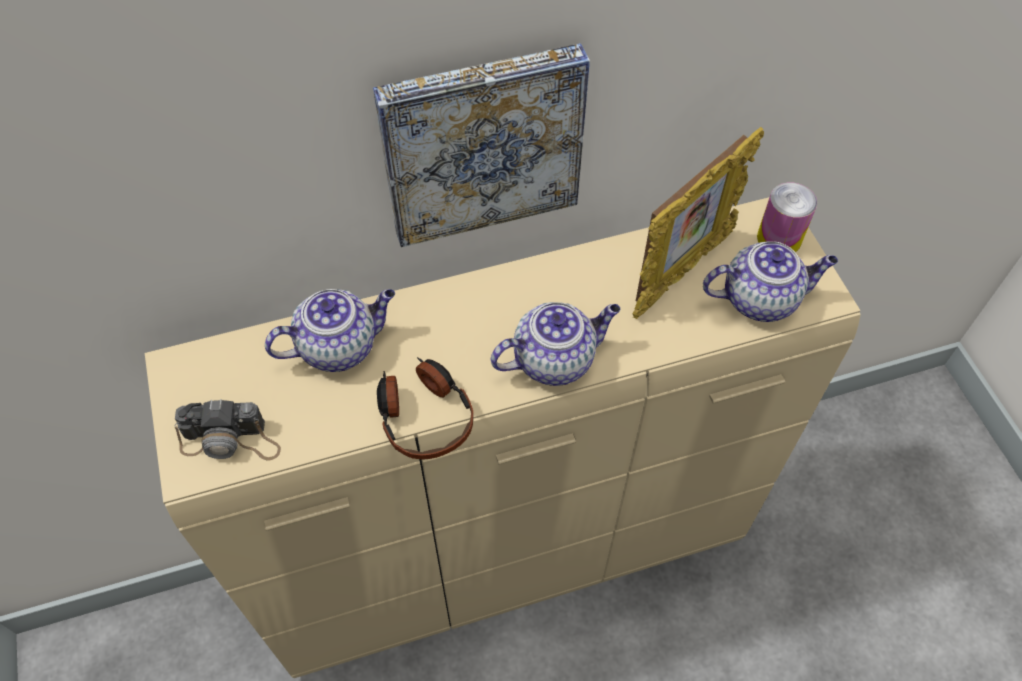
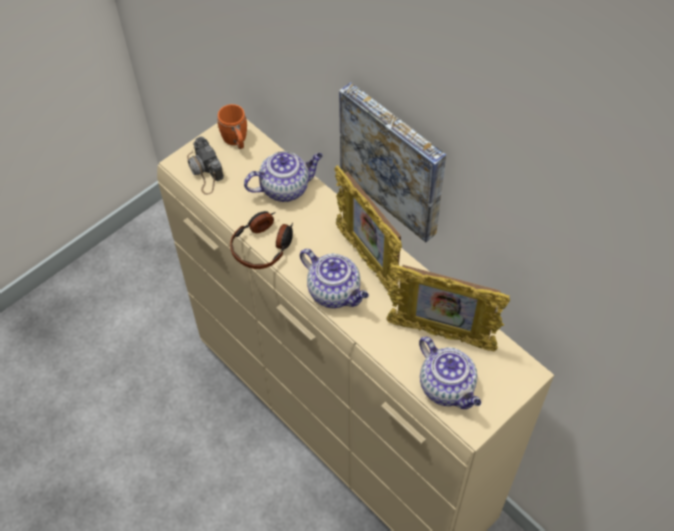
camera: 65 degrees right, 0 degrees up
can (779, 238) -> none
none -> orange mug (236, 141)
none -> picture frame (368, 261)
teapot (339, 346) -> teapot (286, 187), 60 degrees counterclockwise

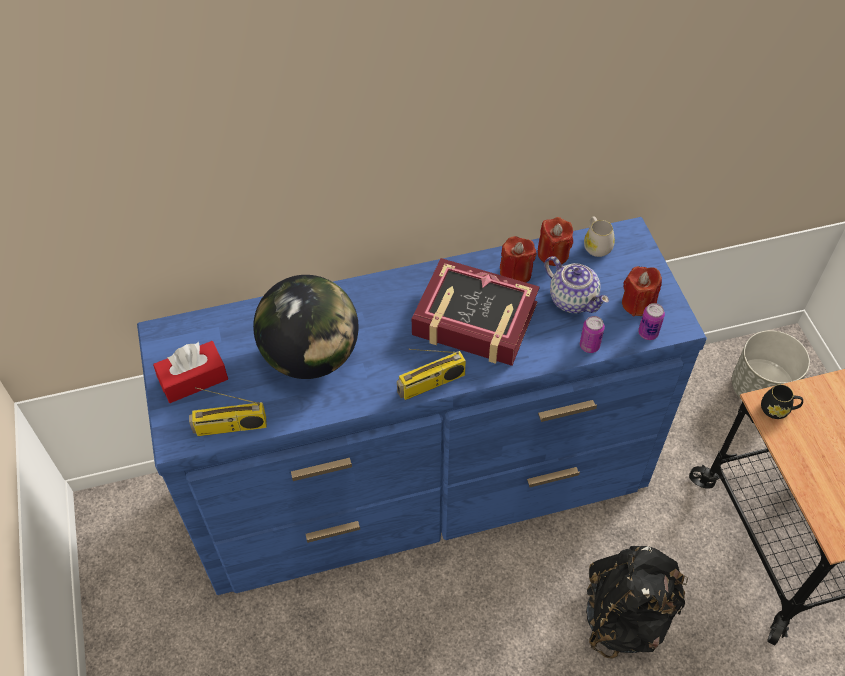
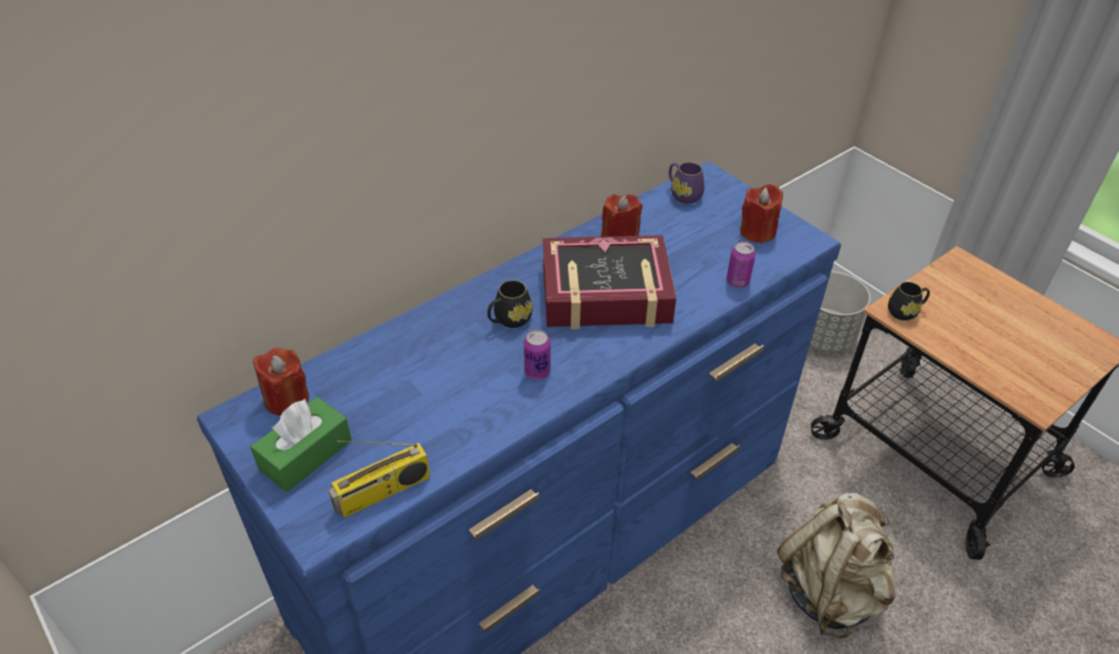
camera: 25 degrees left, 10 degrees down
globe (311, 356) -> none
radio (431, 384) -> none
teapot (572, 299) -> none
none -> black mug (509, 320)
red candle (553, 254) -> red candle (287, 399), moved
can (648, 333) -> can (537, 372), moved
red tissue box (193, 379) -> green tissue box (305, 454)
white mug (596, 245) -> purple mug (683, 194)
black backpack (626, 616) -> beige backpack (830, 590)

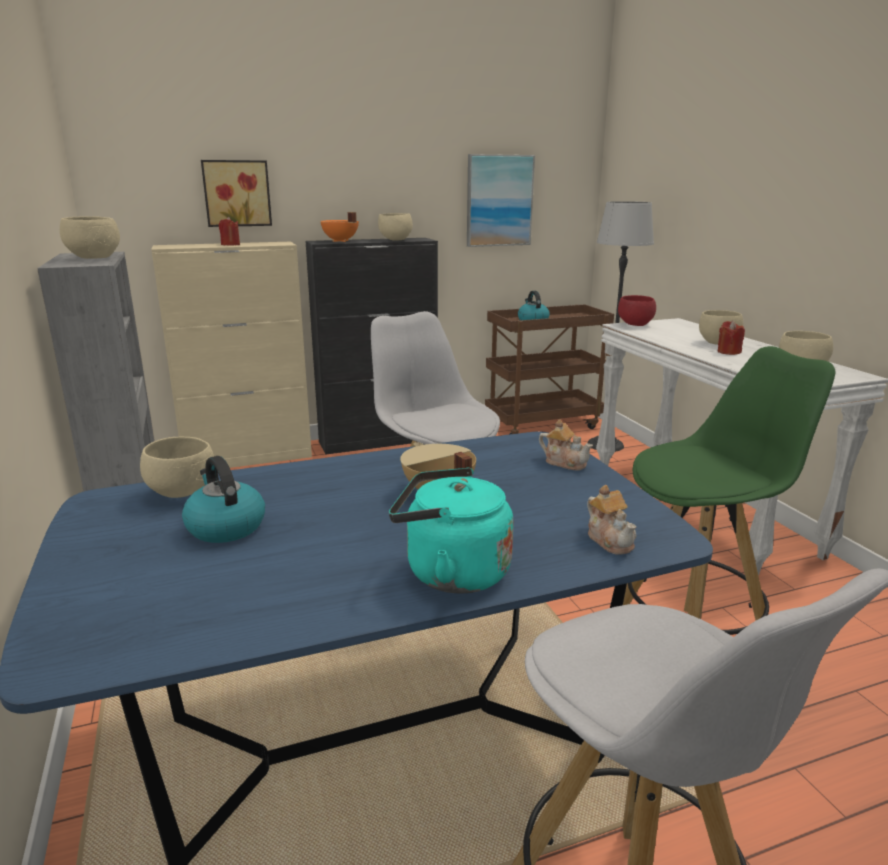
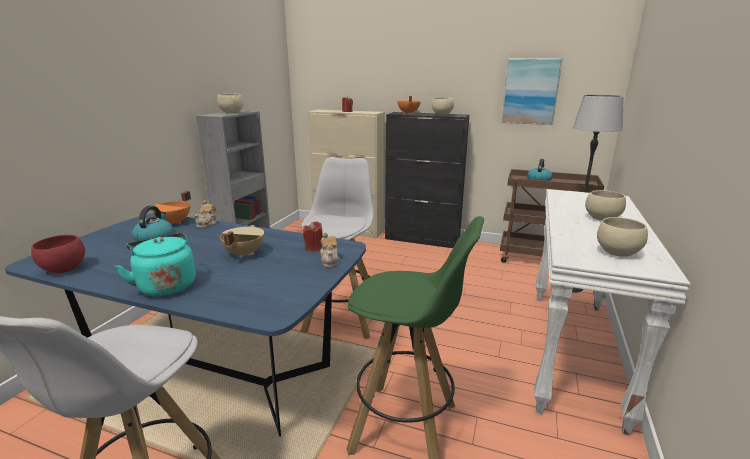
camera: 40 degrees right, 0 degrees up
picture (237, 193) -> none
teapot (610, 540) -> teapot (207, 224), moved
red bowl (636, 325) -> red bowl (64, 269), moved
red candle (728, 352) -> red candle (314, 248), moved
beige bowl (183, 492) -> orange cooking pot (175, 222)

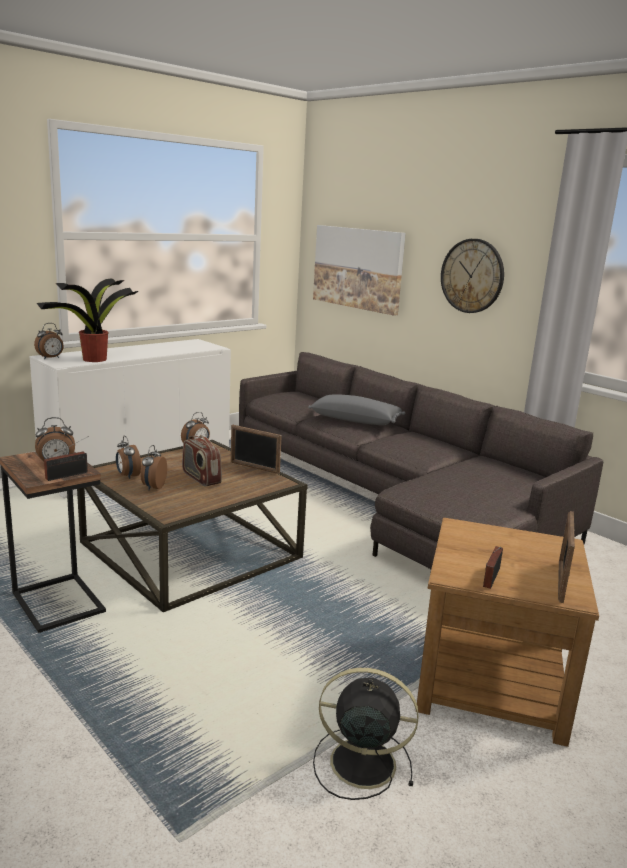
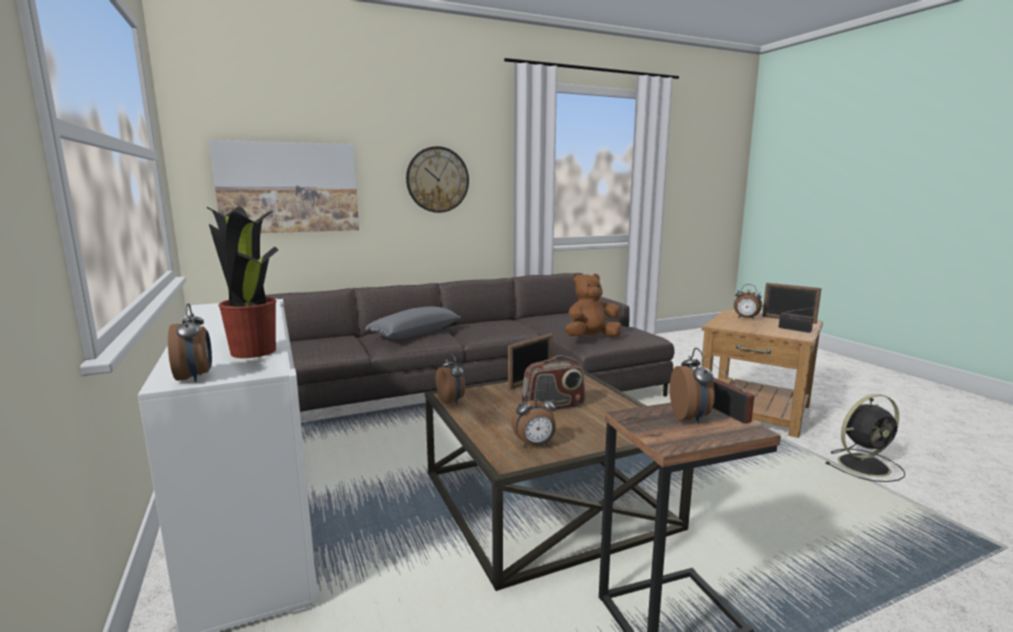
camera: 70 degrees left, 5 degrees down
none -> brown plush toy (591, 338)
alarm clock (153, 487) -> alarm clock (746, 318), moved
black fan (359, 762) -> black fan (865, 465), 135 degrees counterclockwise

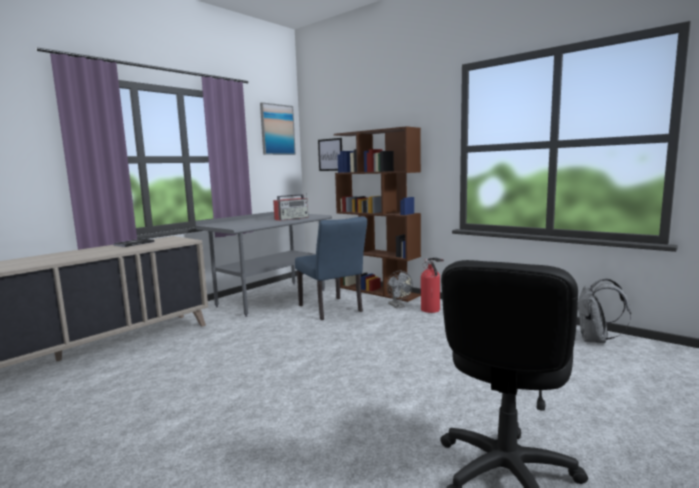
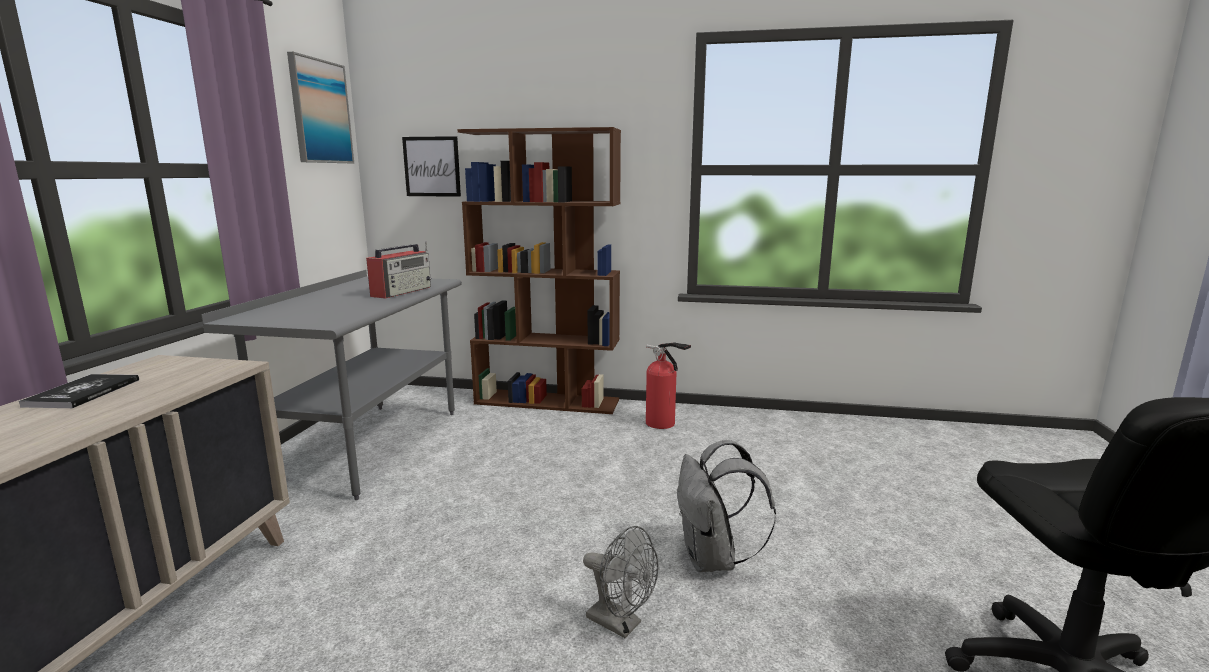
camera: 30 degrees left, 5 degrees up
blue chair (332, 310) -> none
grey fan (398, 306) -> grey fan (621, 624), moved
grey backpack (596, 340) -> grey backpack (713, 560), moved

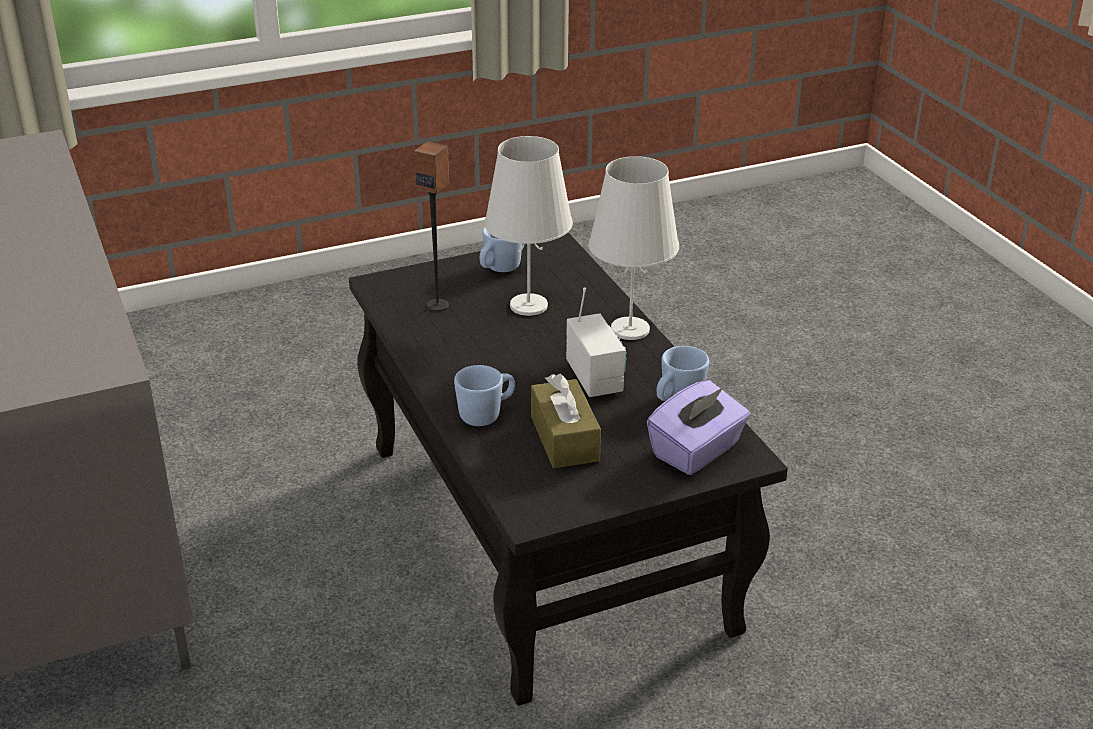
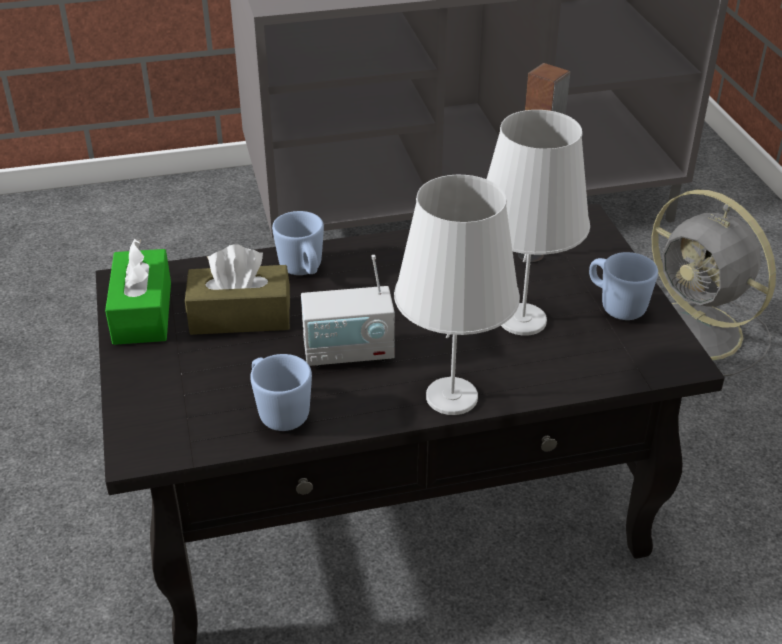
camera: 100 degrees right, 5 degrees up
purple tissue box (697, 451) -> none
none -> green tissue box (142, 312)
none -> grey fan (698, 333)

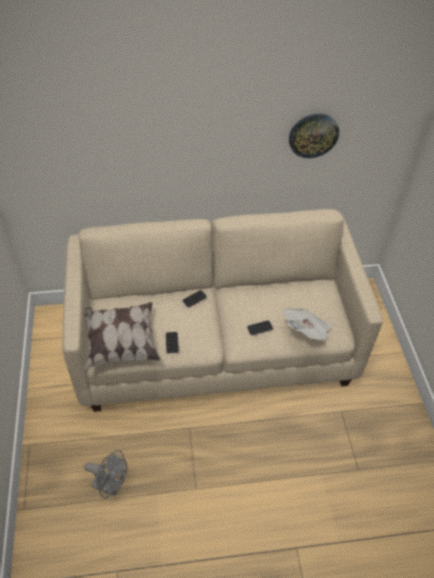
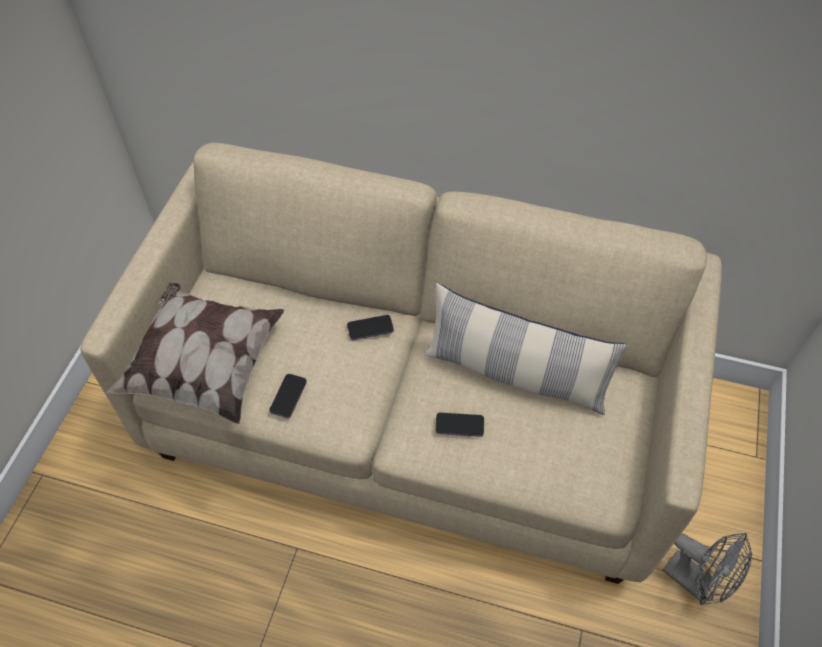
camera: 25 degrees right, 5 degrees up
newspaper (307, 331) -> none
wall clock (313, 135) -> none
none -> pillow (515, 374)
grey fan (111, 485) -> grey fan (695, 582), moved

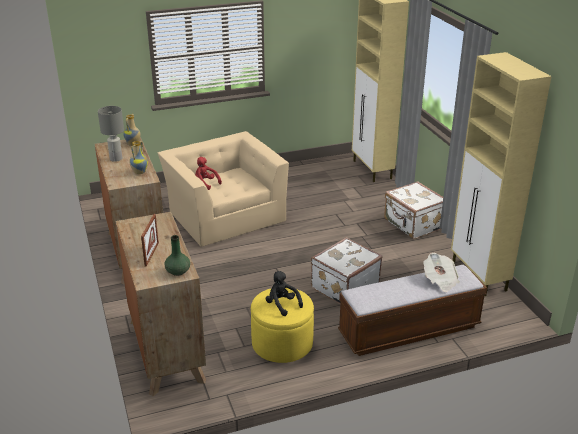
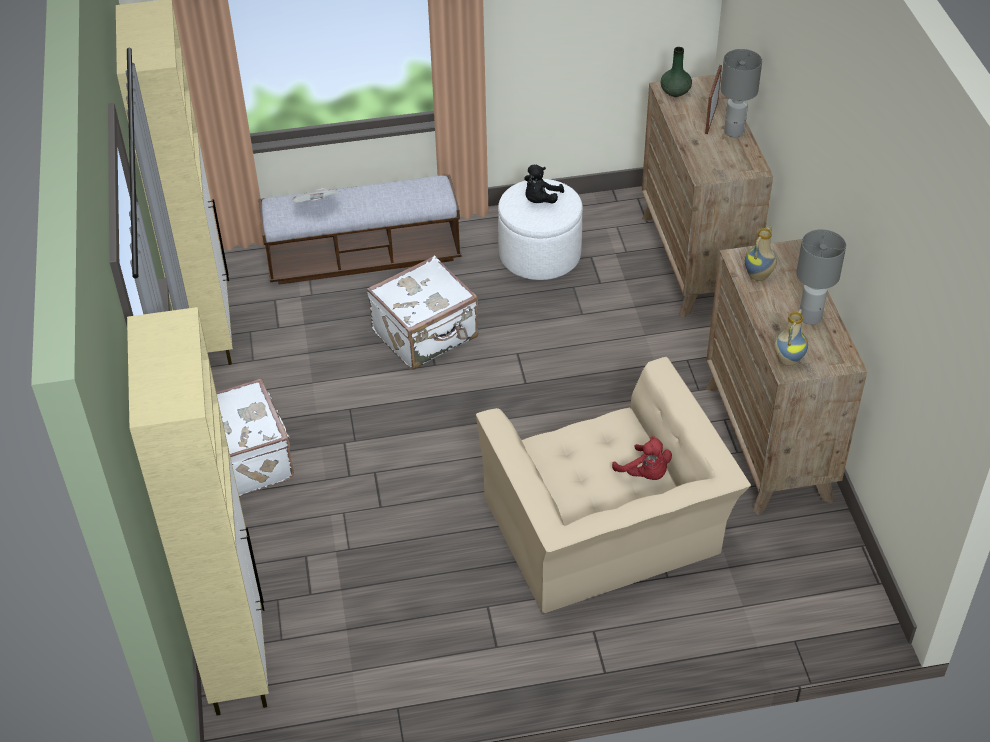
camera: 170 degrees left, 15 degrees up
none -> grey table lamp (734, 131)
yellow ottoman (282, 344) -> white ottoman (540, 255)
black plush toy (282, 305) -> black plush toy (540, 200), 60 degrees clockwise

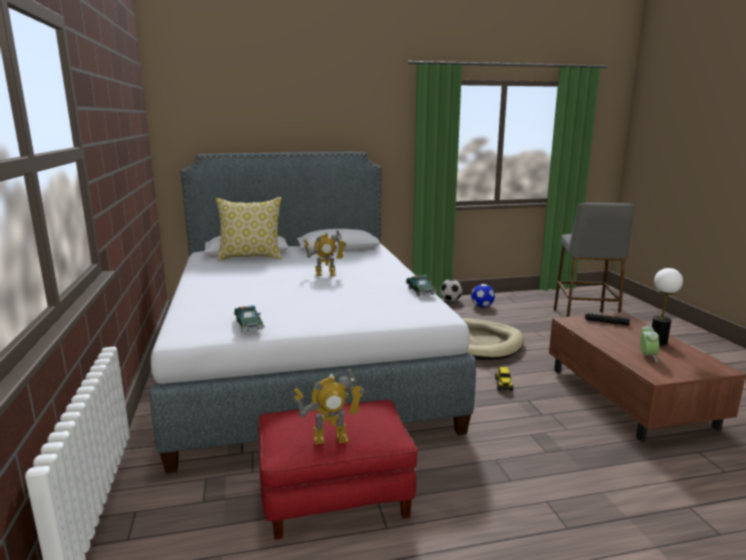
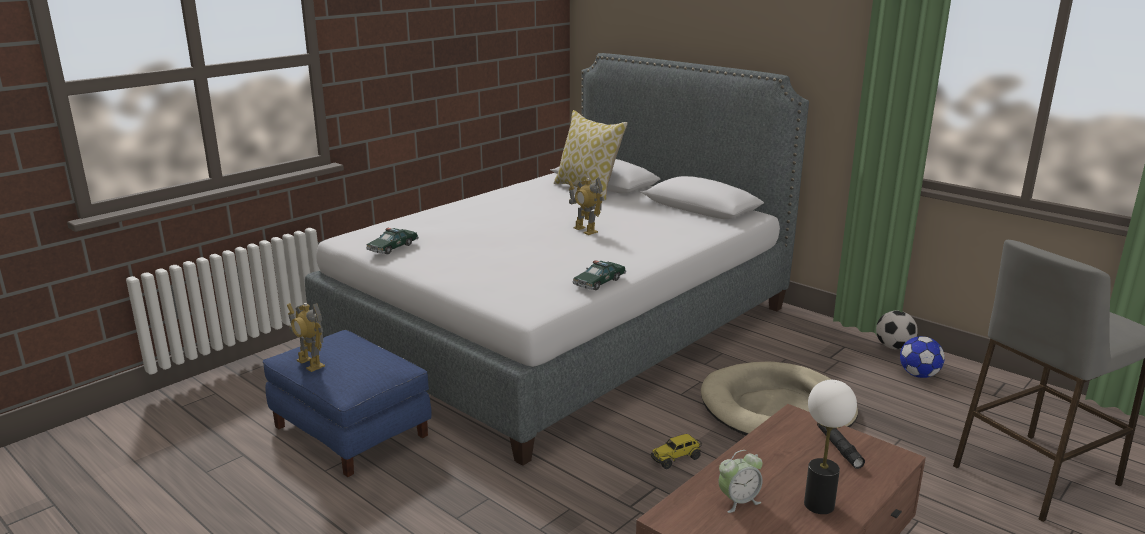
camera: 55 degrees right, 5 degrees up
red ottoman (336, 494) -> blue ottoman (352, 430)

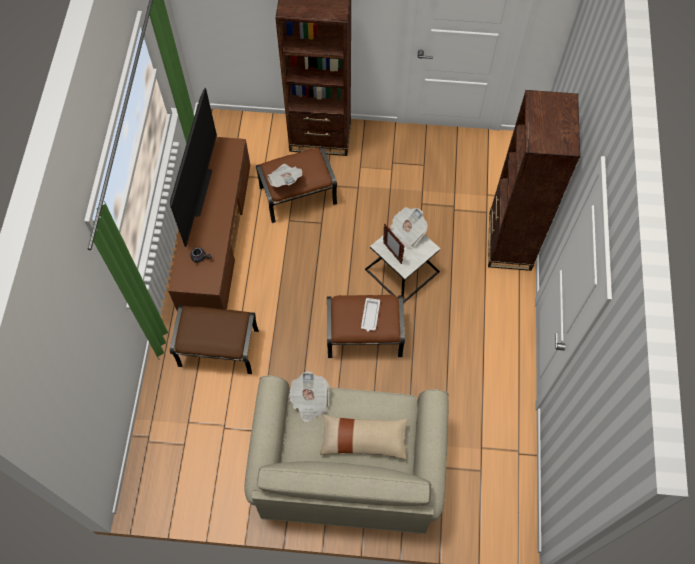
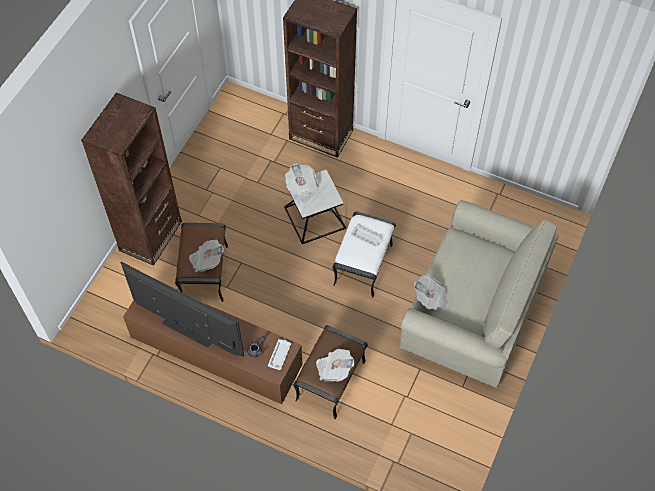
camera: 70 degrees left, 5 degrees down
beige pillow (363, 439) -> none
picture frame (392, 253) -> none
none -> white tray (279, 355)
none -> newspaper (334, 369)
brown ottoman (364, 336) -> white ottoman (363, 265)

